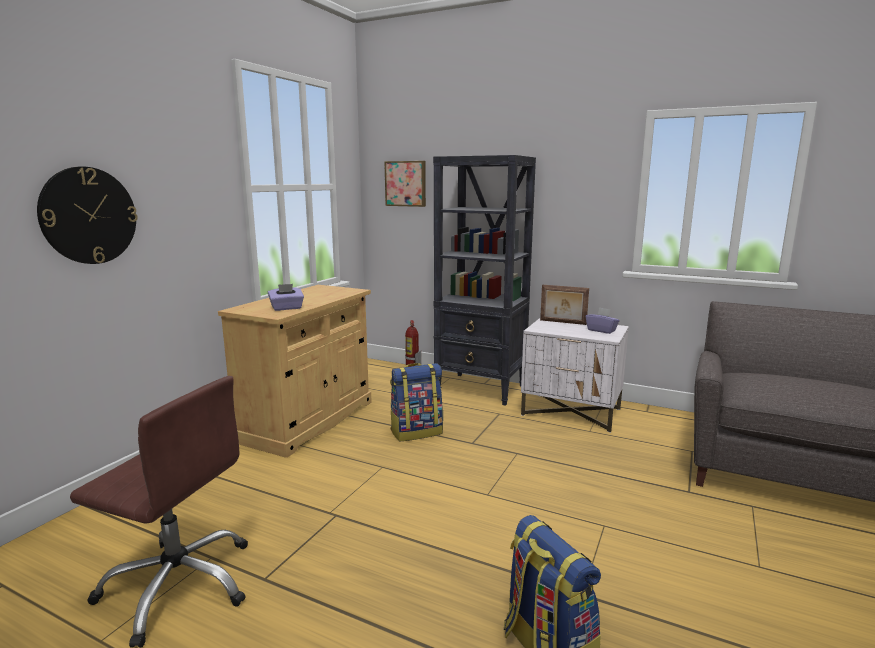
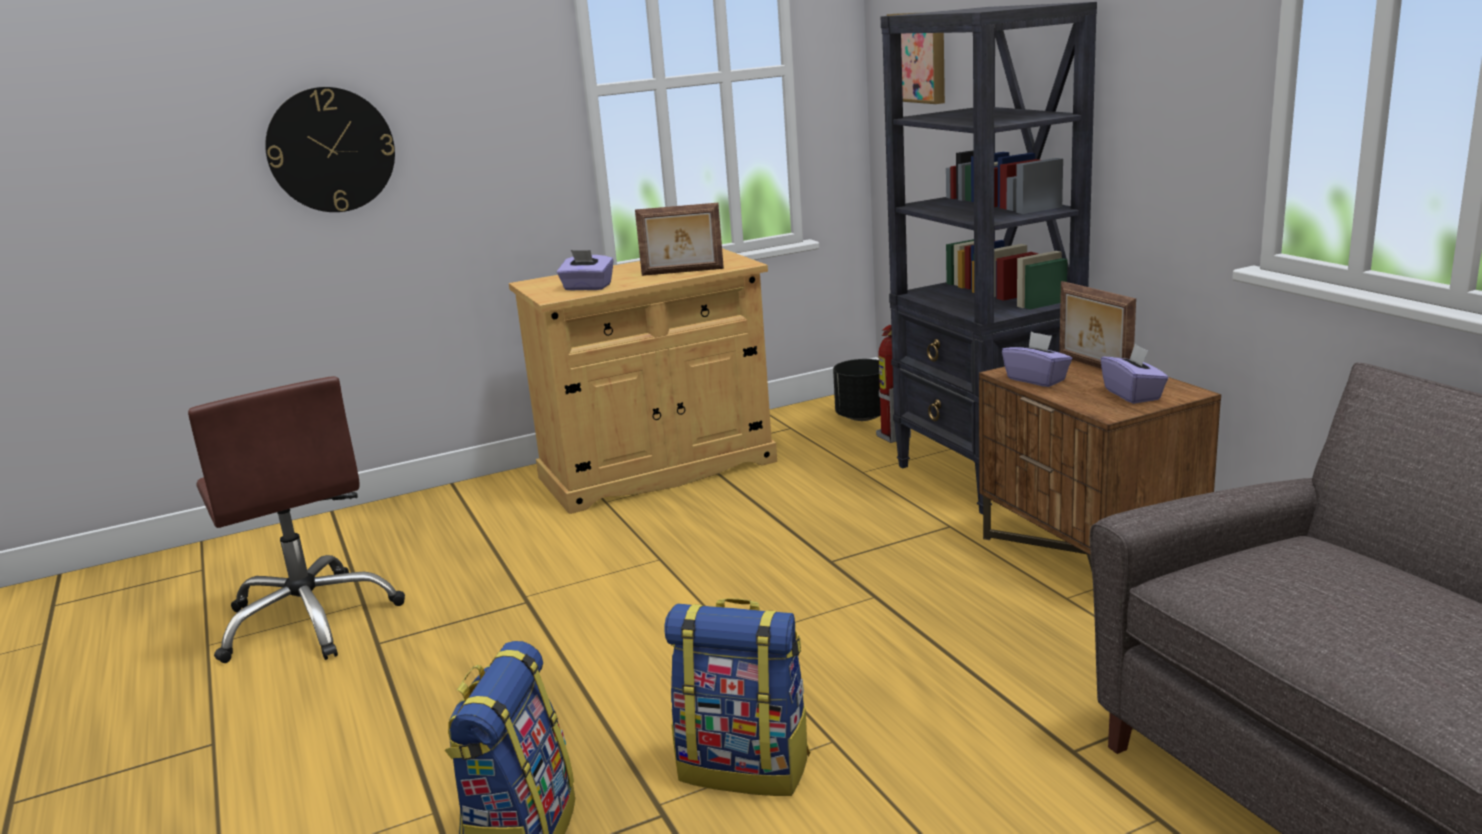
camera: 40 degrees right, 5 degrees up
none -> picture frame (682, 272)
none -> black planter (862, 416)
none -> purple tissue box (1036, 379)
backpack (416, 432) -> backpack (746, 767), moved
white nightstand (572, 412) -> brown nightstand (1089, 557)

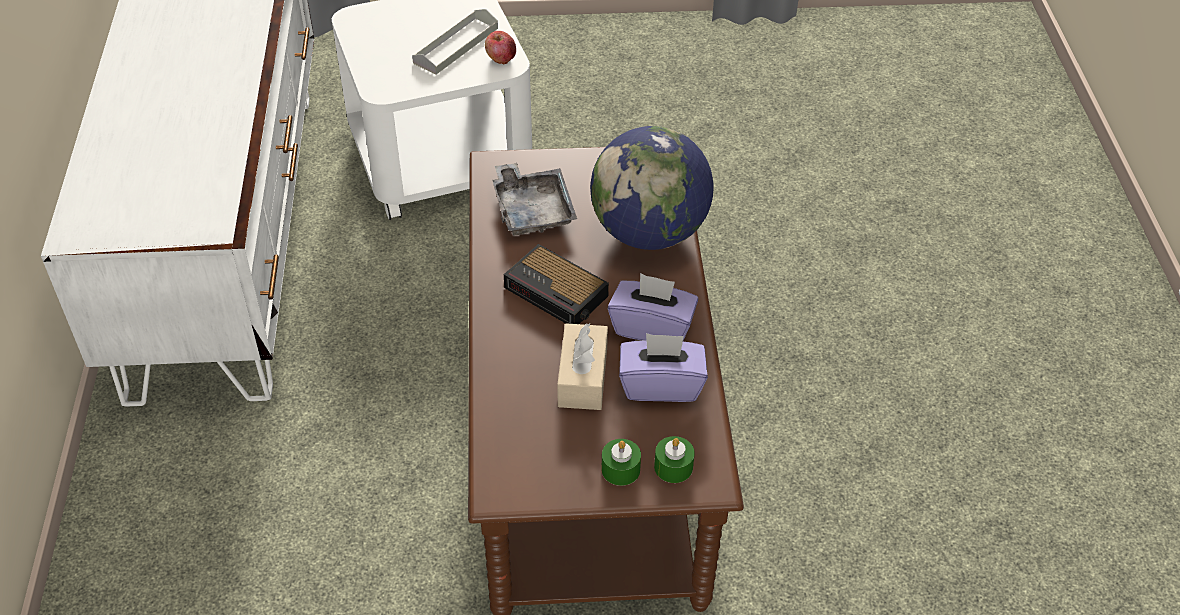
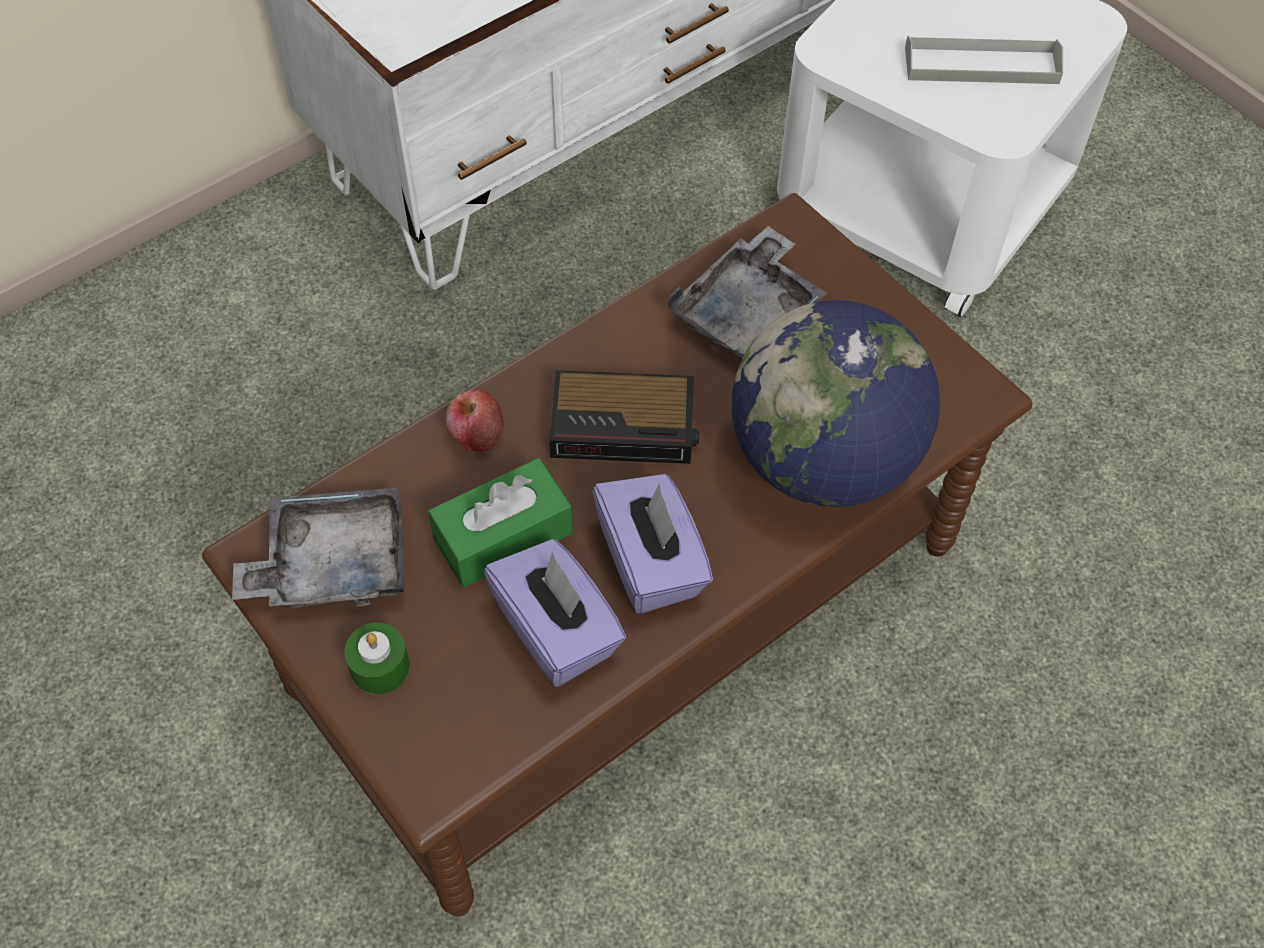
camera: 55 degrees right, 10 degrees up
green candle (673, 467) -> none
none -> grey tray (332, 563)
apple (500, 58) -> apple (476, 435), moved
beige tissue box (582, 377) -> green tissue box (503, 536)
alarm clock (558, 293) -> alarm clock (626, 425), 90 degrees counterclockwise

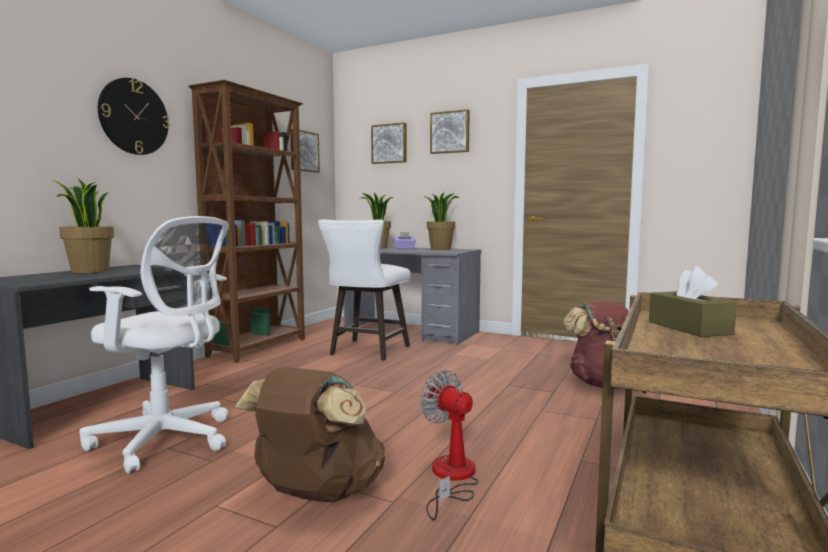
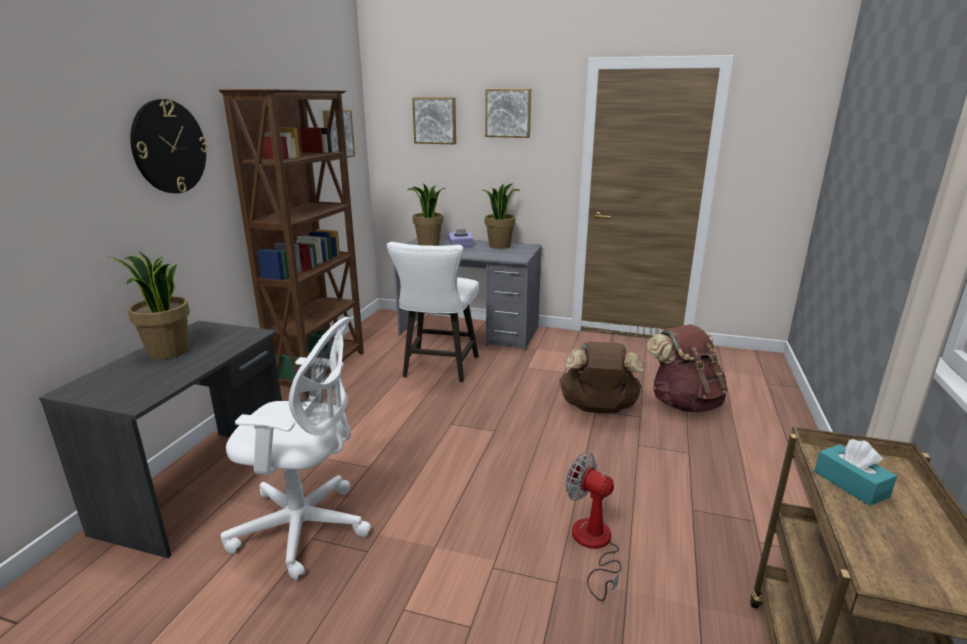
camera: 10 degrees left, 15 degrees up
brown backpack (316, 493) -> brown backpack (598, 409), moved
brown tissue box (689, 328) -> turquoise tissue box (850, 484)

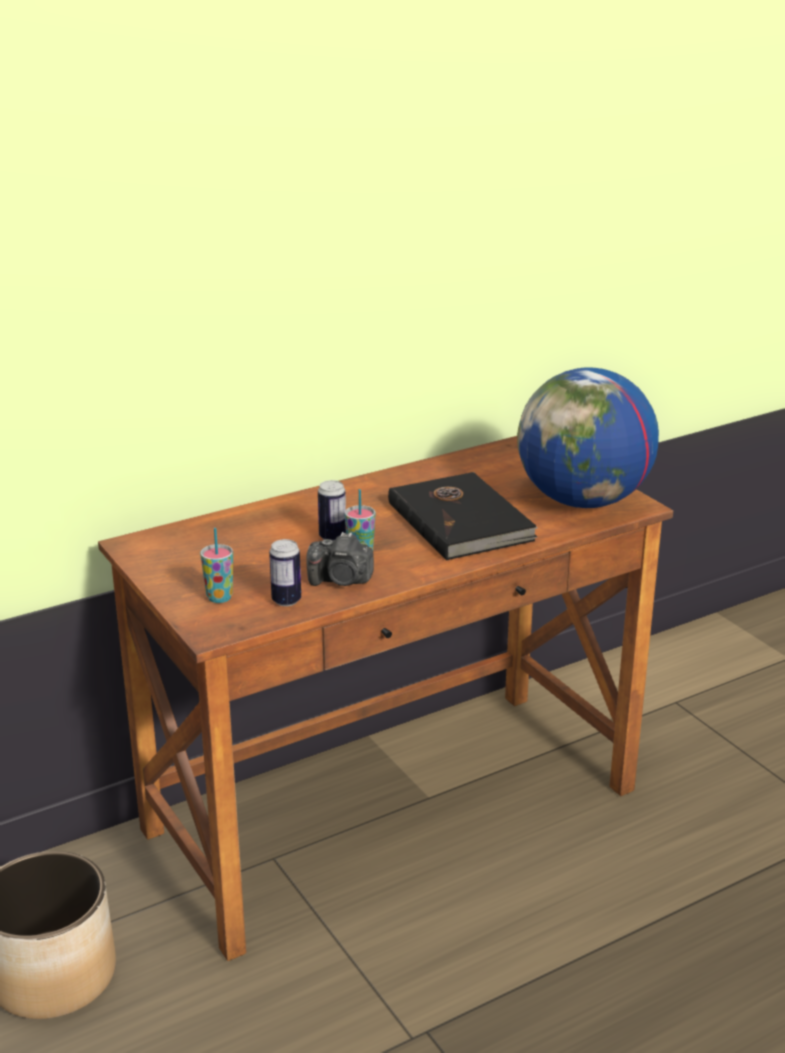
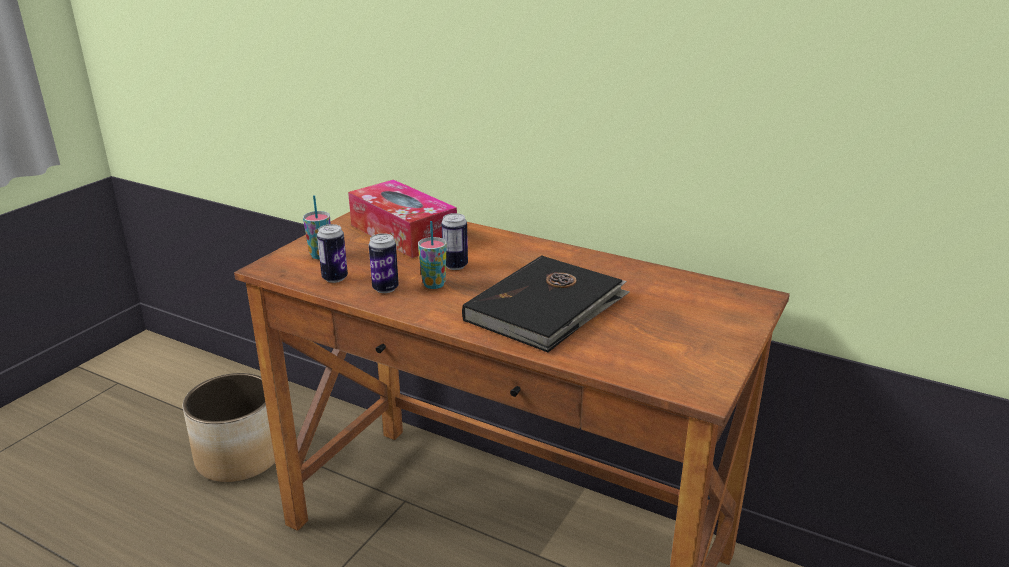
camera: 60 degrees right, 0 degrees up
globe (583, 501) -> none
none -> tissue box (403, 233)
photo camera (341, 580) -> can (385, 288)

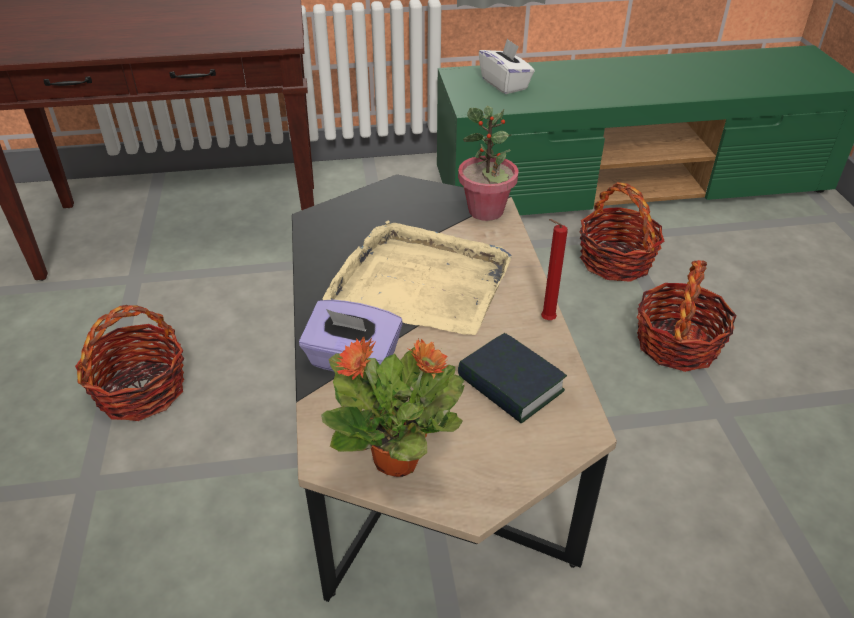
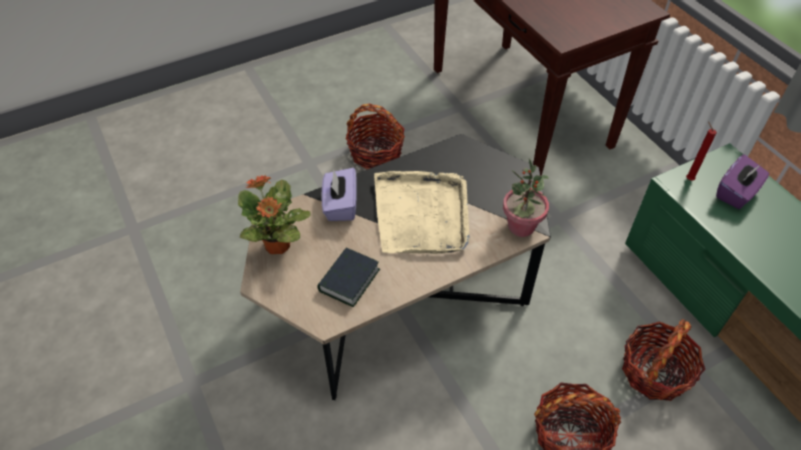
camera: 70 degrees right, 10 degrees up
red candle (545, 320) -> red candle (688, 179), moved
white tissue box (505, 84) -> purple tissue box (736, 193)

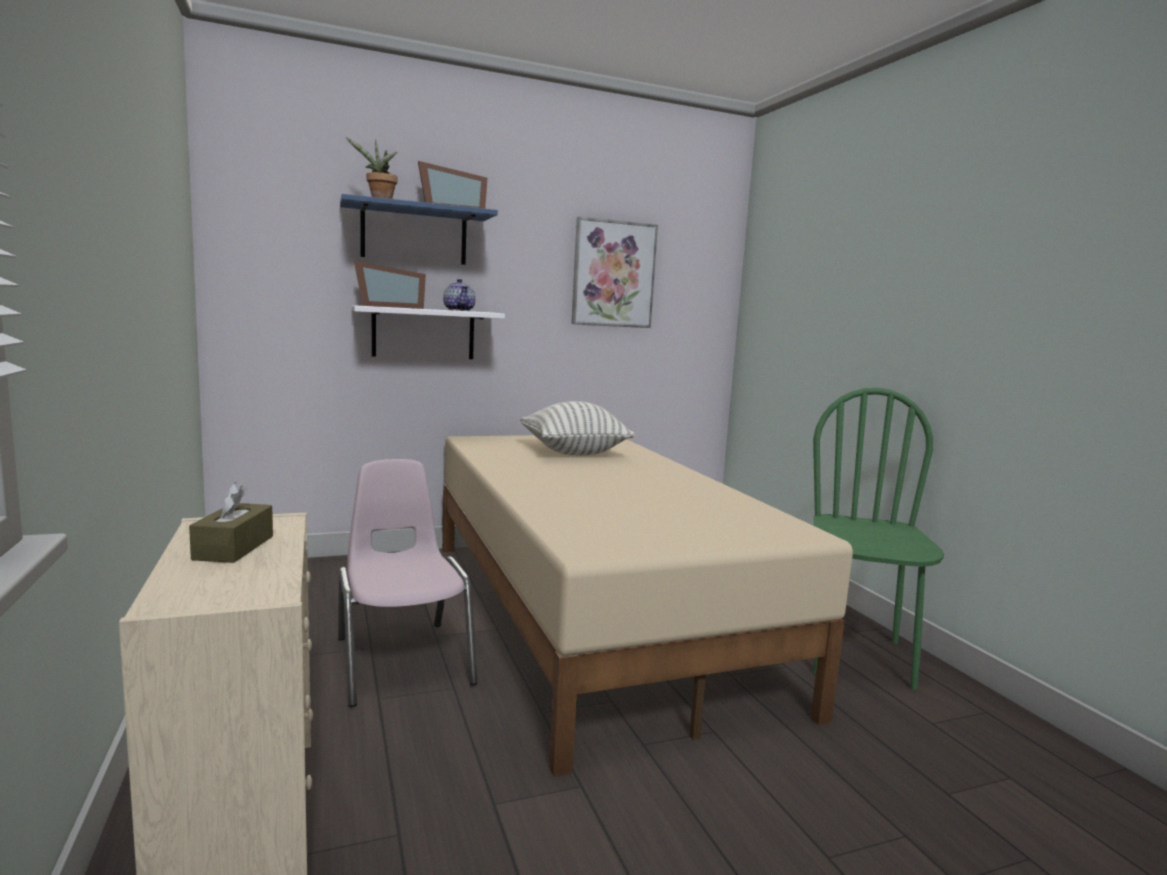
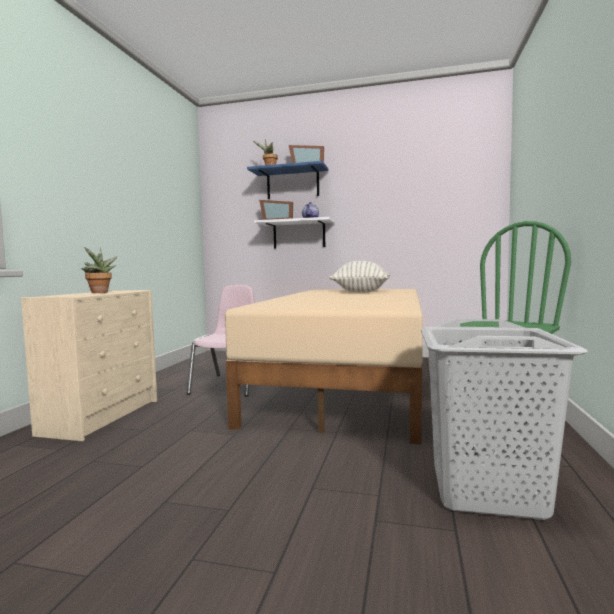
camera: 35 degrees right, 5 degrees down
picture (613, 274) -> none
none -> grey laundry basket (486, 491)
brown tissue box (234, 547) -> potted plant (100, 292)

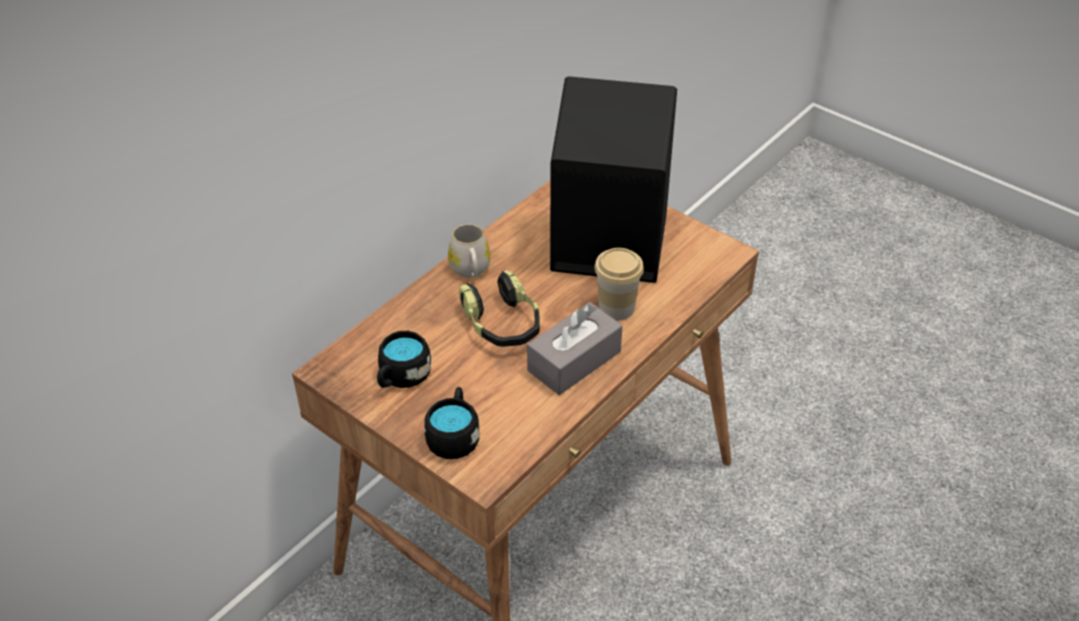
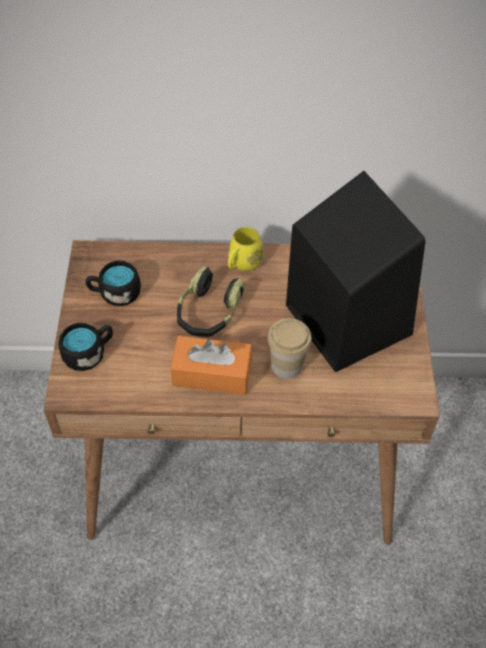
camera: 50 degrees right, 10 degrees up
white mug (471, 270) -> yellow mug (242, 263)
grey tissue box (574, 361) -> orange tissue box (212, 374)

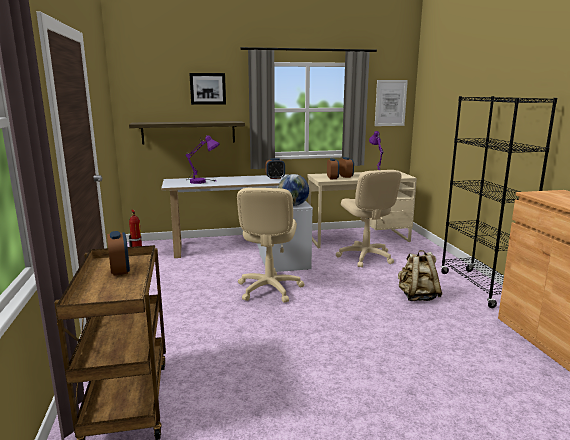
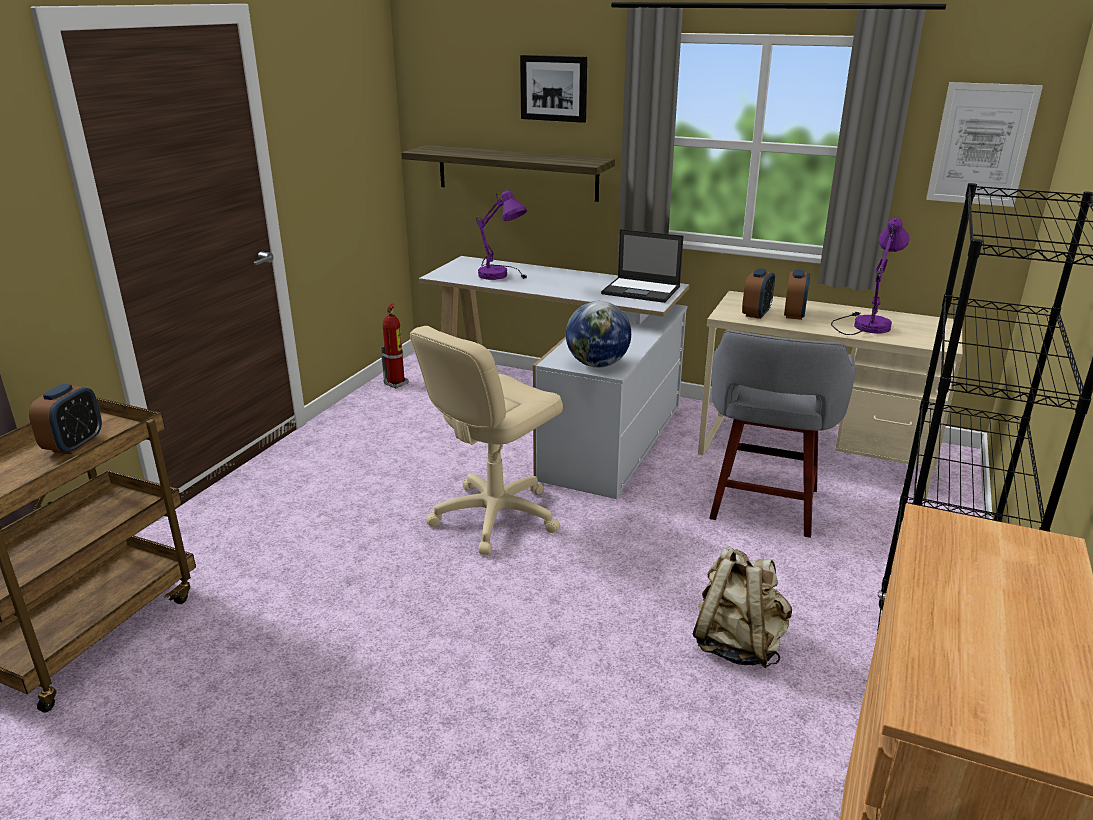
camera: 35 degrees right, 10 degrees up
alarm clock (275, 178) -> laptop (642, 290)
beige office chair (365, 257) -> grey stool (764, 506)

